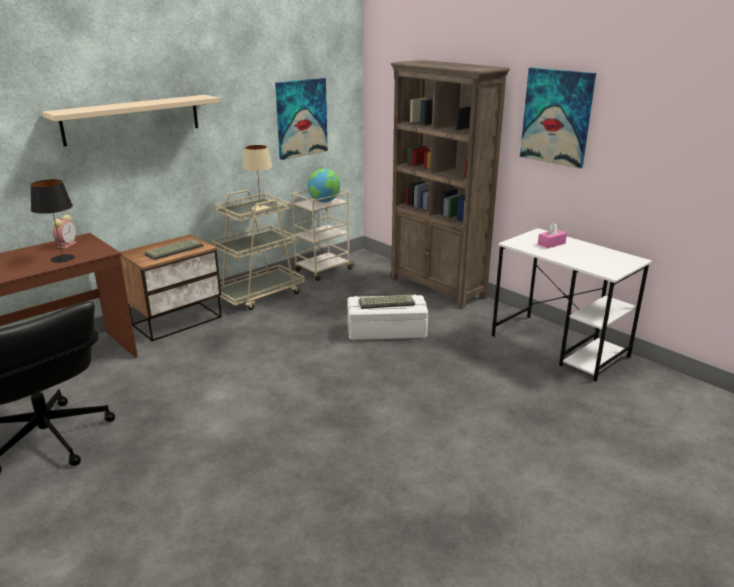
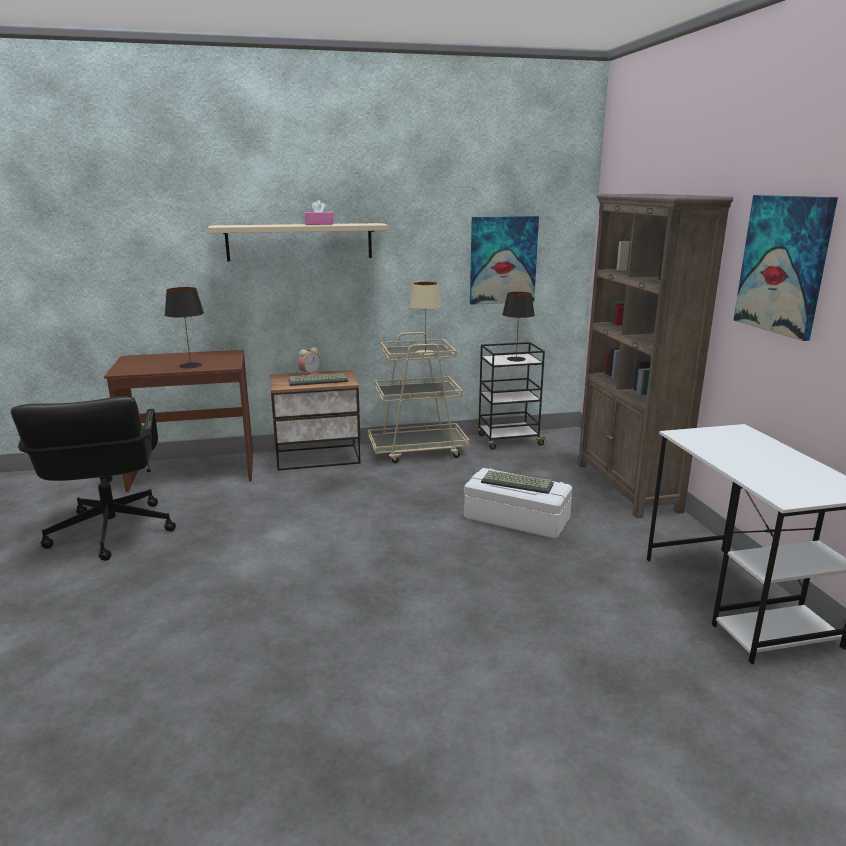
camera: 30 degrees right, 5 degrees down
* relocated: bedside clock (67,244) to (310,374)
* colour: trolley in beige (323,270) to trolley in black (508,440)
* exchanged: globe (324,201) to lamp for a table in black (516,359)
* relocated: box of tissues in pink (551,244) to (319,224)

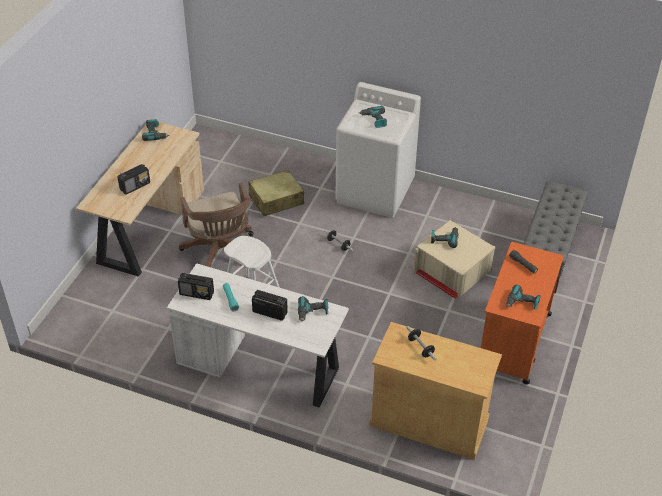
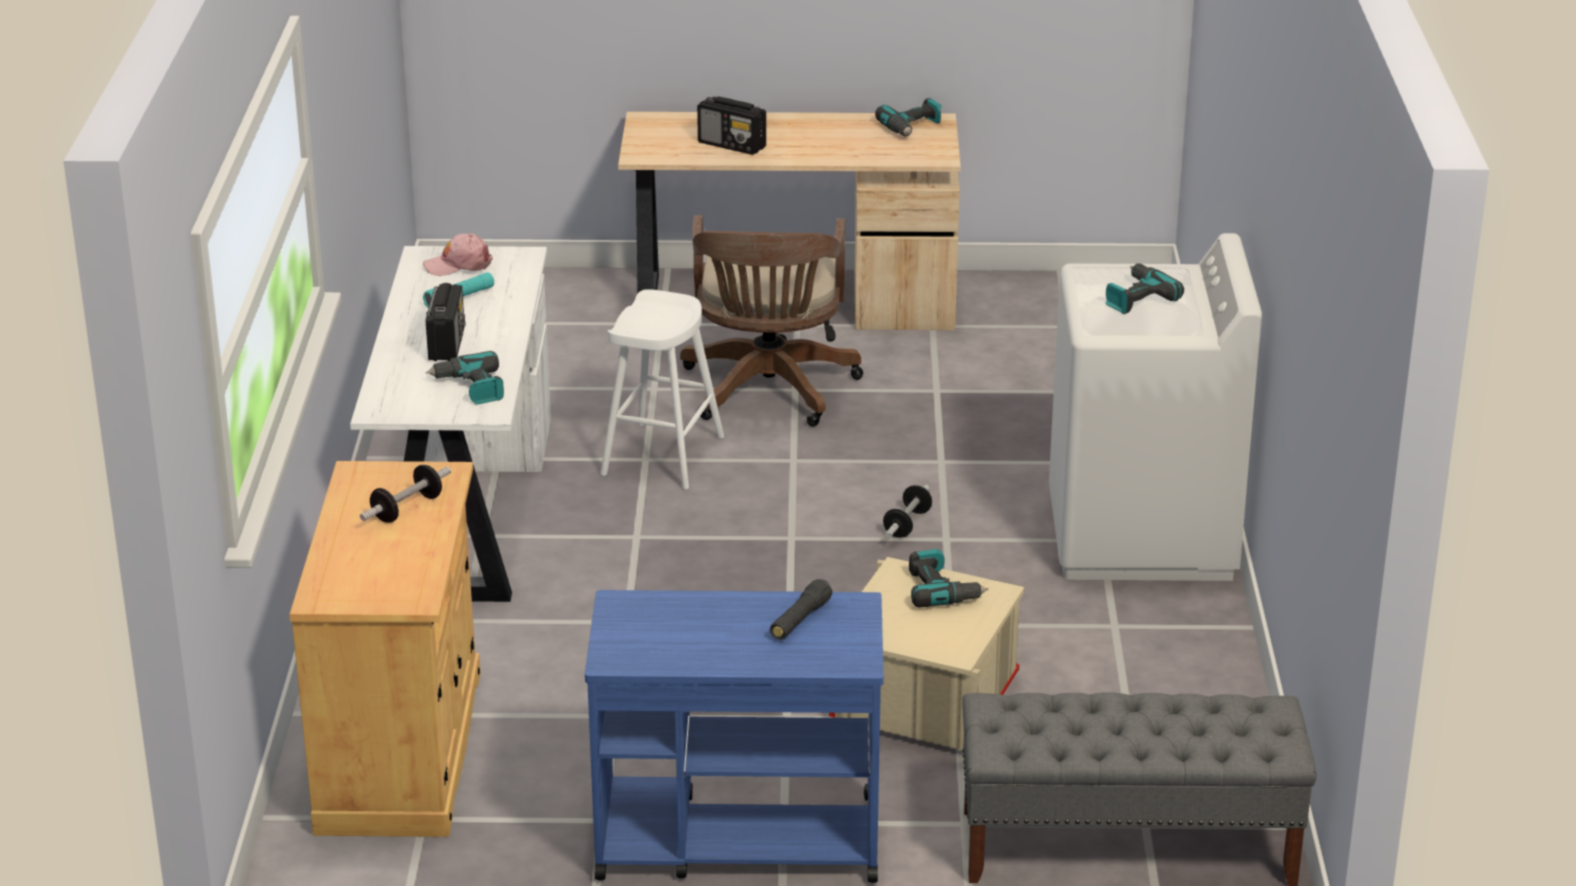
camera: 70 degrees right, 15 degrees down
* exchanged: radio receiver (197,293) to peaked cap in pink (458,265)
* spun: office chair in brownish (220,253) = (768,392) 45 degrees counterclockwise
* missing: travel case in beige (276,200)
* colour: trolley in orange-coloured (513,342) to trolley in bluish (735,837)
* missing: electric drill (522,303)

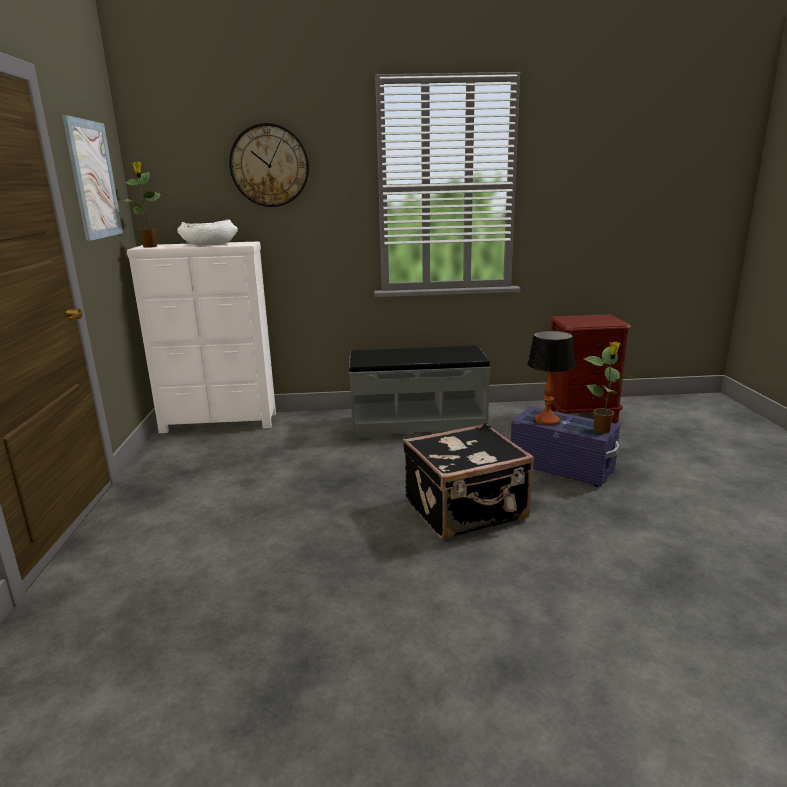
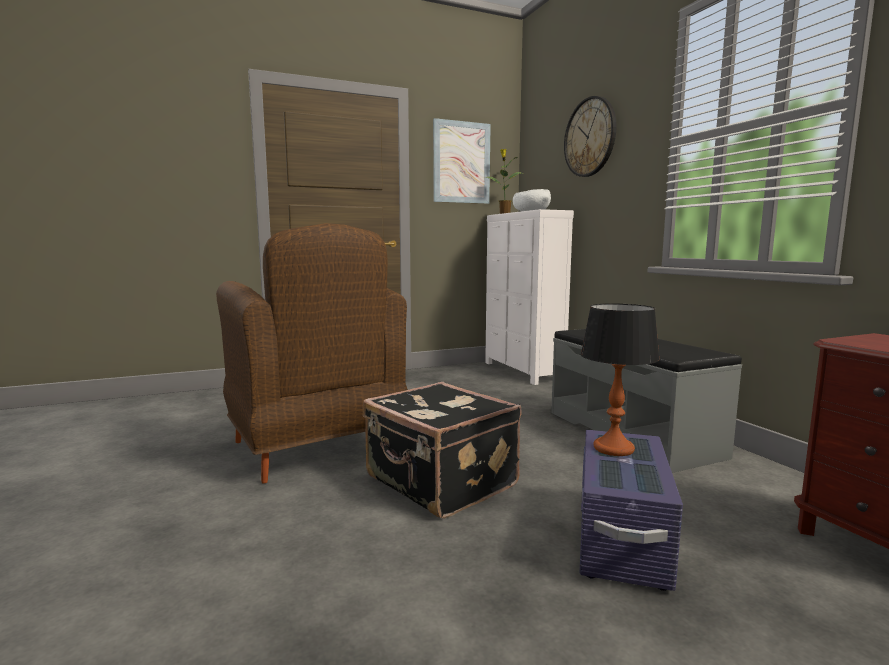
camera: 70 degrees right, 10 degrees down
* missing: plant in a pot (602,431)
* appeared: lounge chair in brownish (316,448)

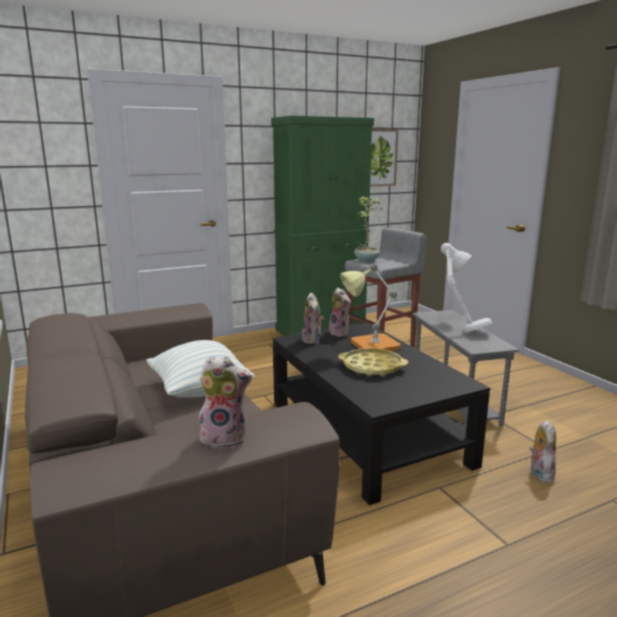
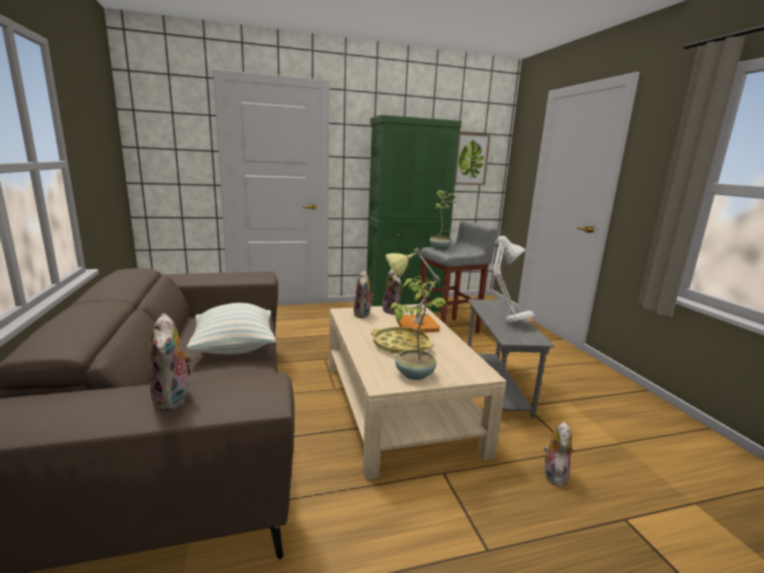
camera: 10 degrees right, 0 degrees up
* spun: plush toy (225,438) = (174,399) 60 degrees clockwise
* colour: lounge table in black (365,432) to lounge table in beige (397,405)
* appeared: plant in a pot (413,374)

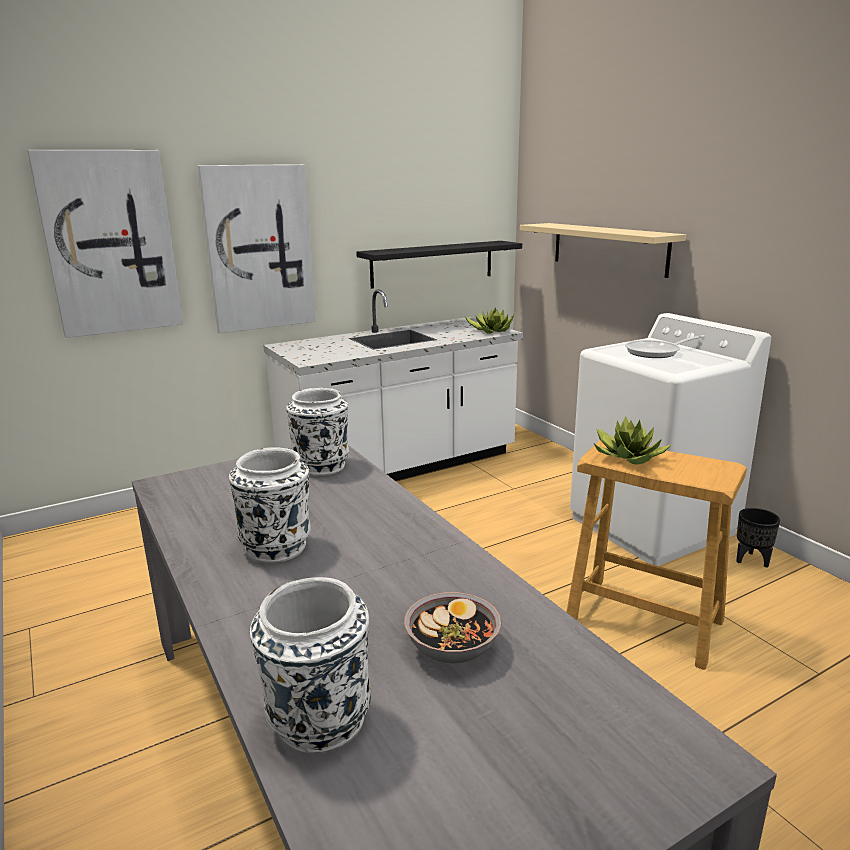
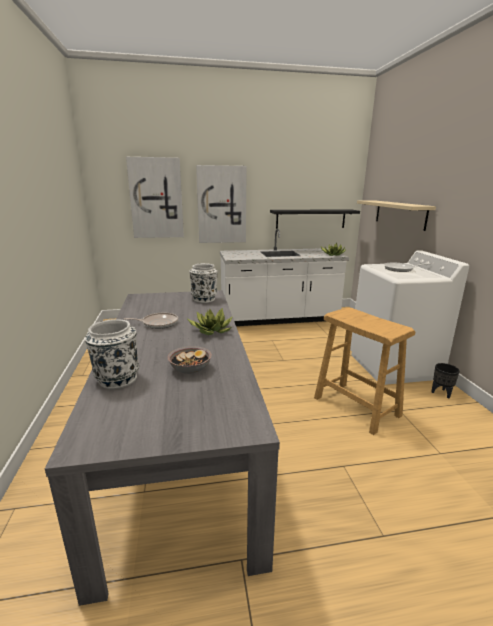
camera: 20 degrees right, 0 degrees up
* exchanged: flower vase in white-coloured (276,546) to skillet (158,323)
* relocated: plant in a pot (628,457) to (211,331)

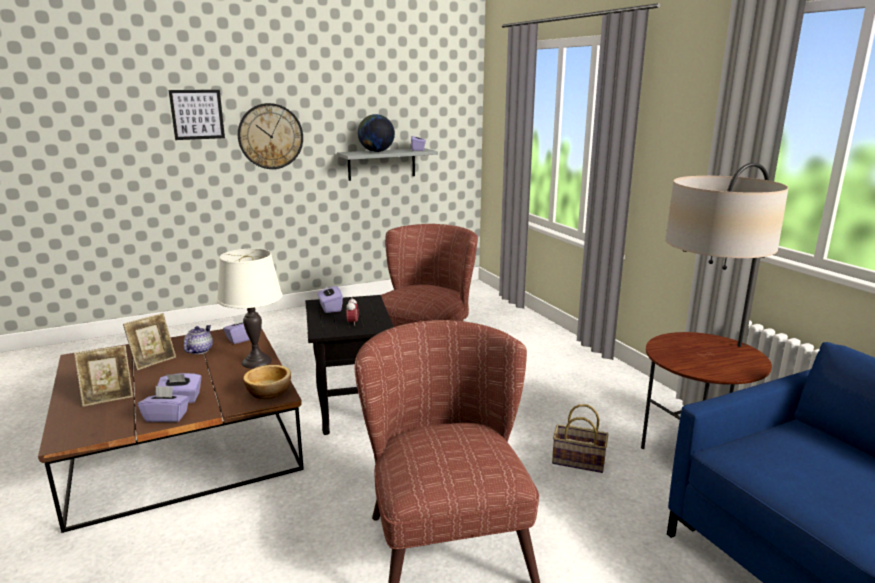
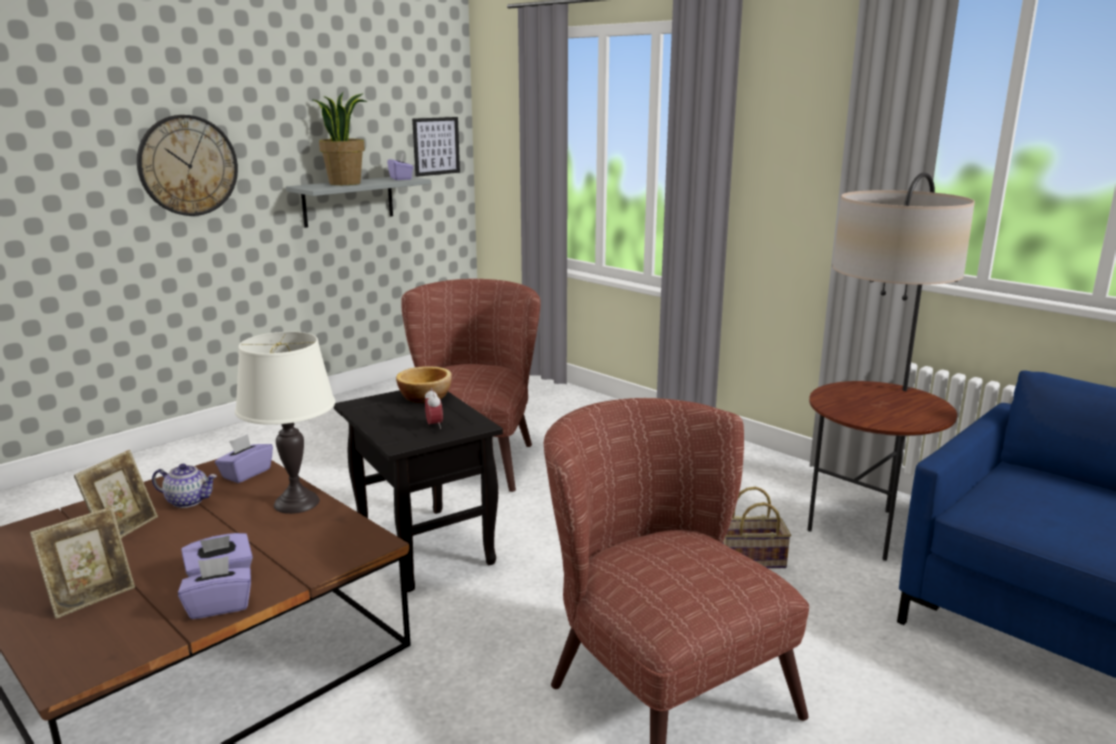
camera: 20 degrees left, 0 degrees up
* relocated: wall art (197,114) to (436,146)
* spun: tea pot (199,350) = (188,501) 105 degrees clockwise
* relocated: bowl (269,392) to (425,396)
* missing: box of tissues in purplish (330,308)
* exchanged: globe (376,151) to plant in a pot (345,183)

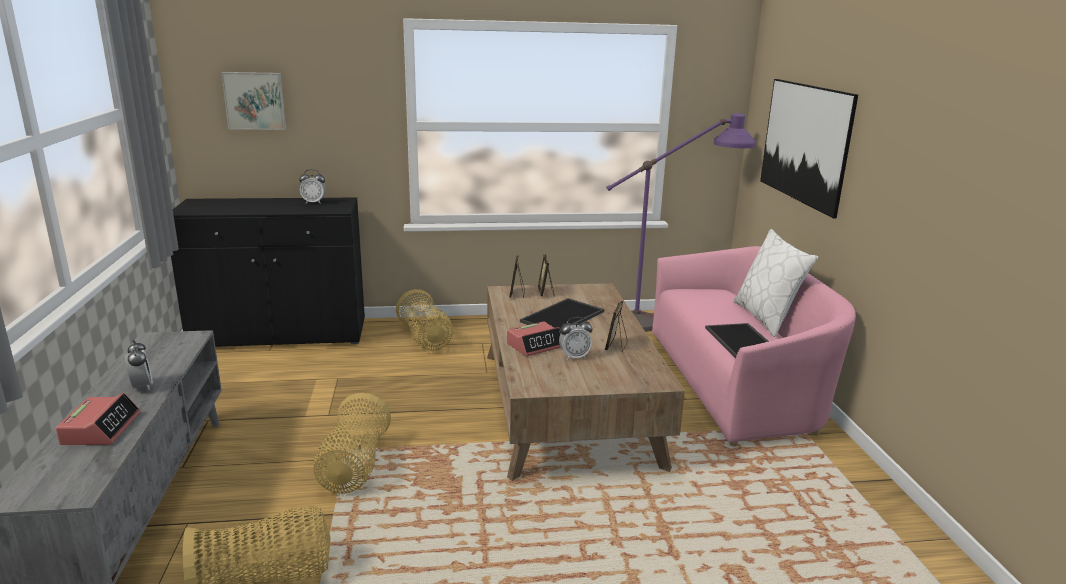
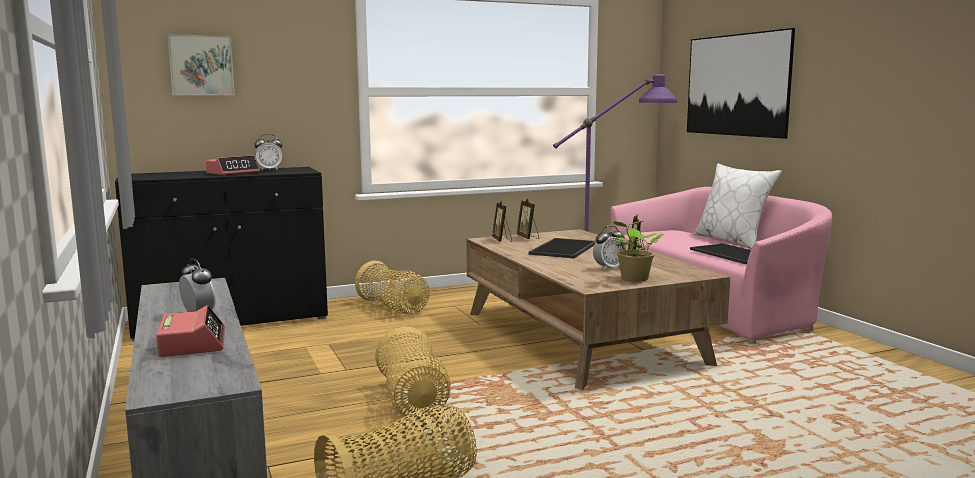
camera: 15 degrees left, 10 degrees down
* relocated: bedside clock (535,345) to (233,173)
* appeared: plant in a pot (633,279)

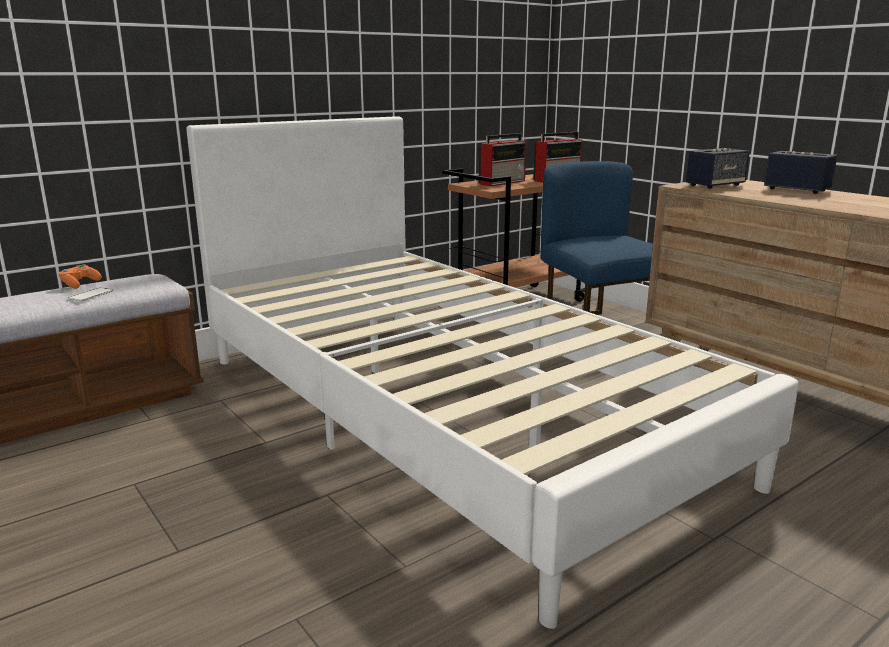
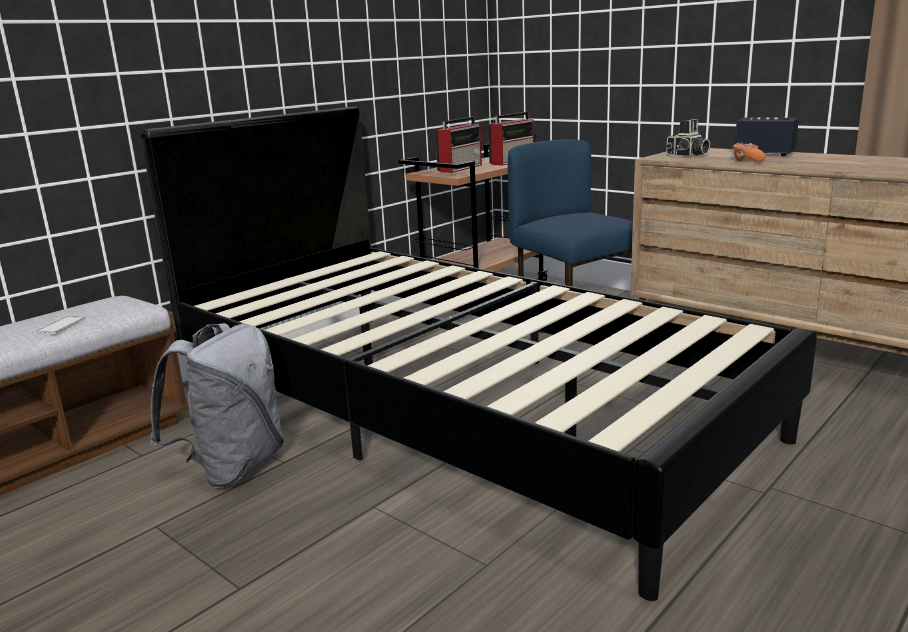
camera: 10 degrees left, 0 degrees up
* relocated: joypad in orange-coloured (80,284) to (747,160)
* colour: bedroom bed in white-coloured (444,413) to bedroom bed in black (457,409)
* exchanged: speaker (715,185) to photo camera (687,155)
* appeared: rucksack in grey (233,467)

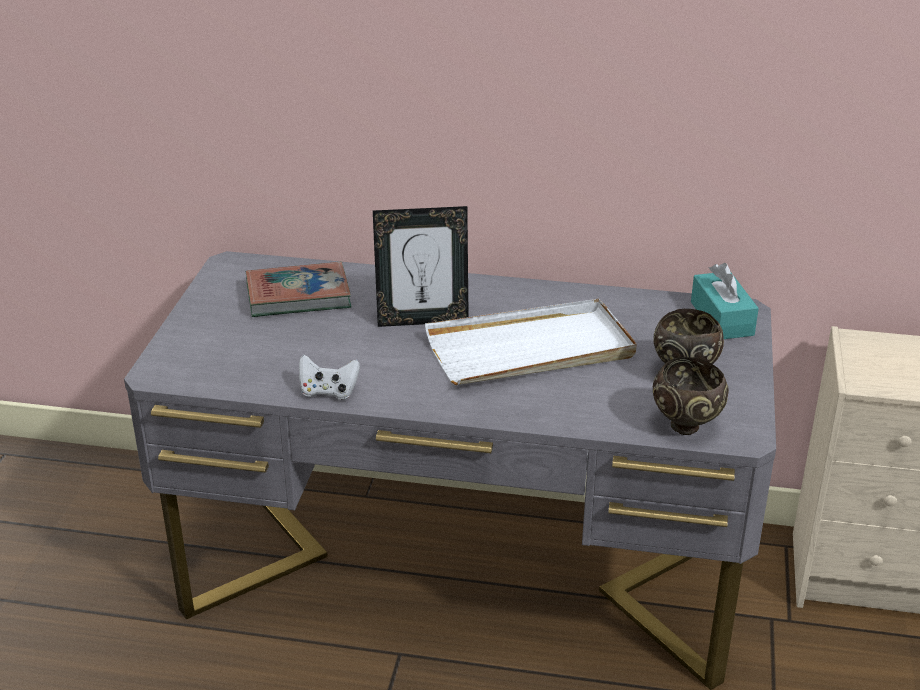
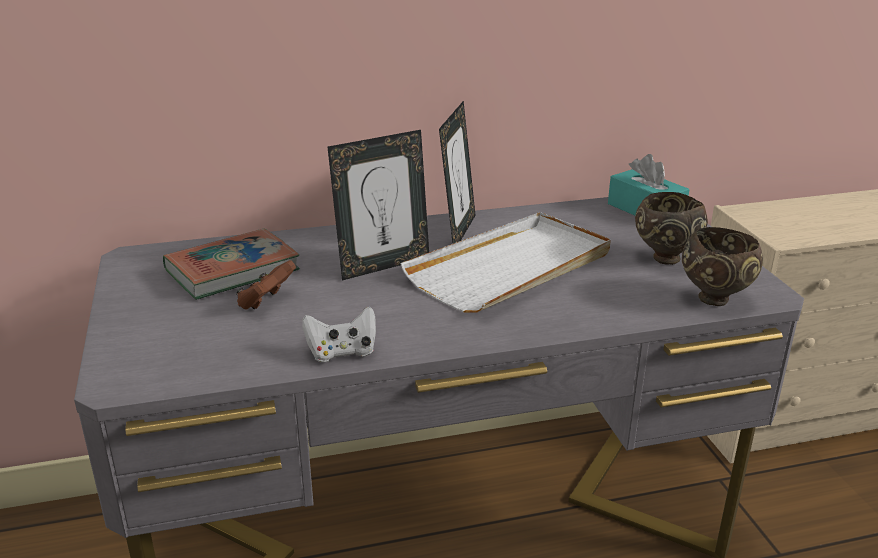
camera: 25 degrees left, 5 degrees down
* appeared: joypad in brownish (266,302)
* appeared: standing frame (457,232)

